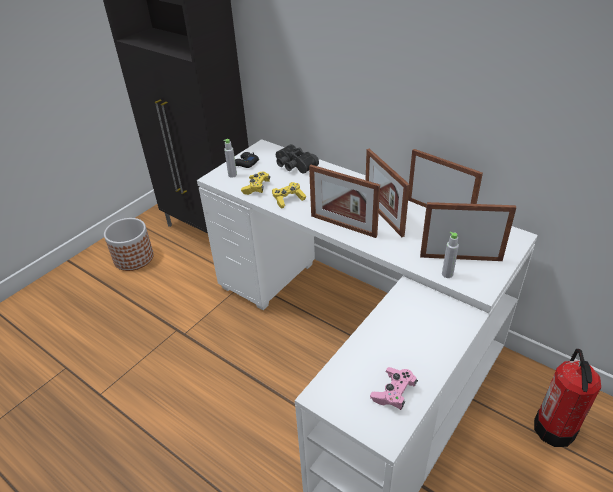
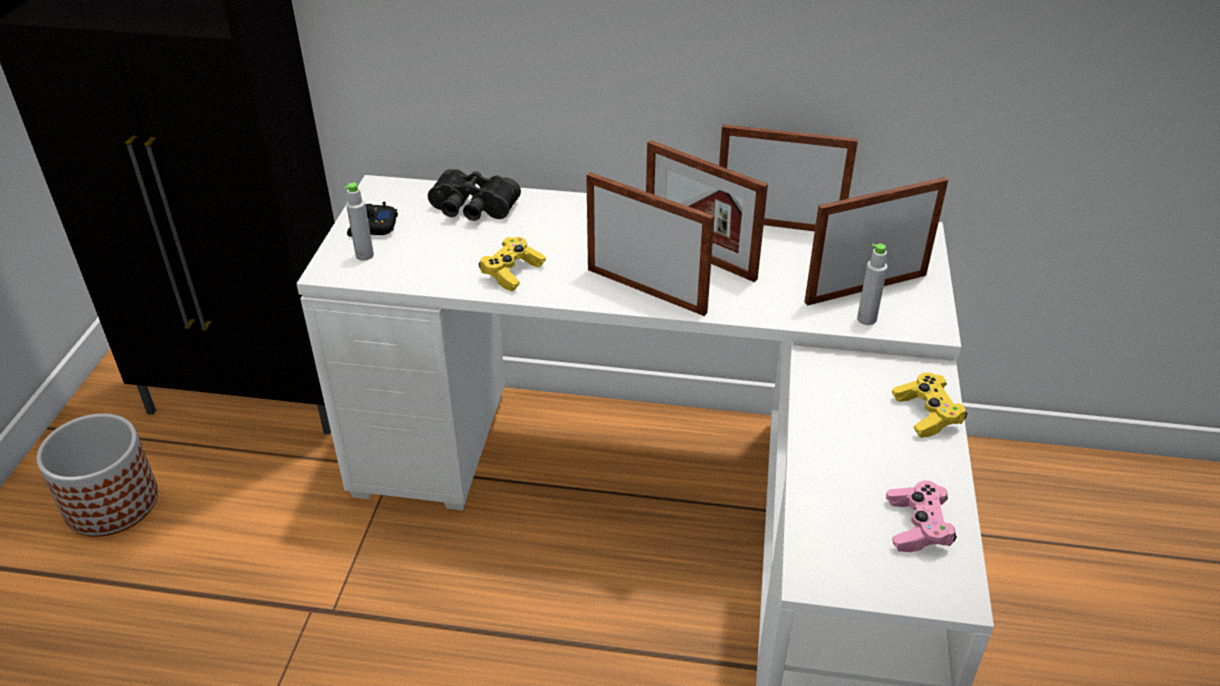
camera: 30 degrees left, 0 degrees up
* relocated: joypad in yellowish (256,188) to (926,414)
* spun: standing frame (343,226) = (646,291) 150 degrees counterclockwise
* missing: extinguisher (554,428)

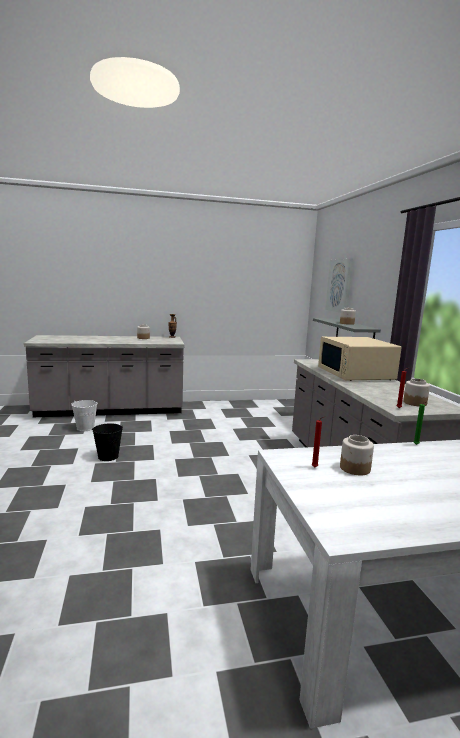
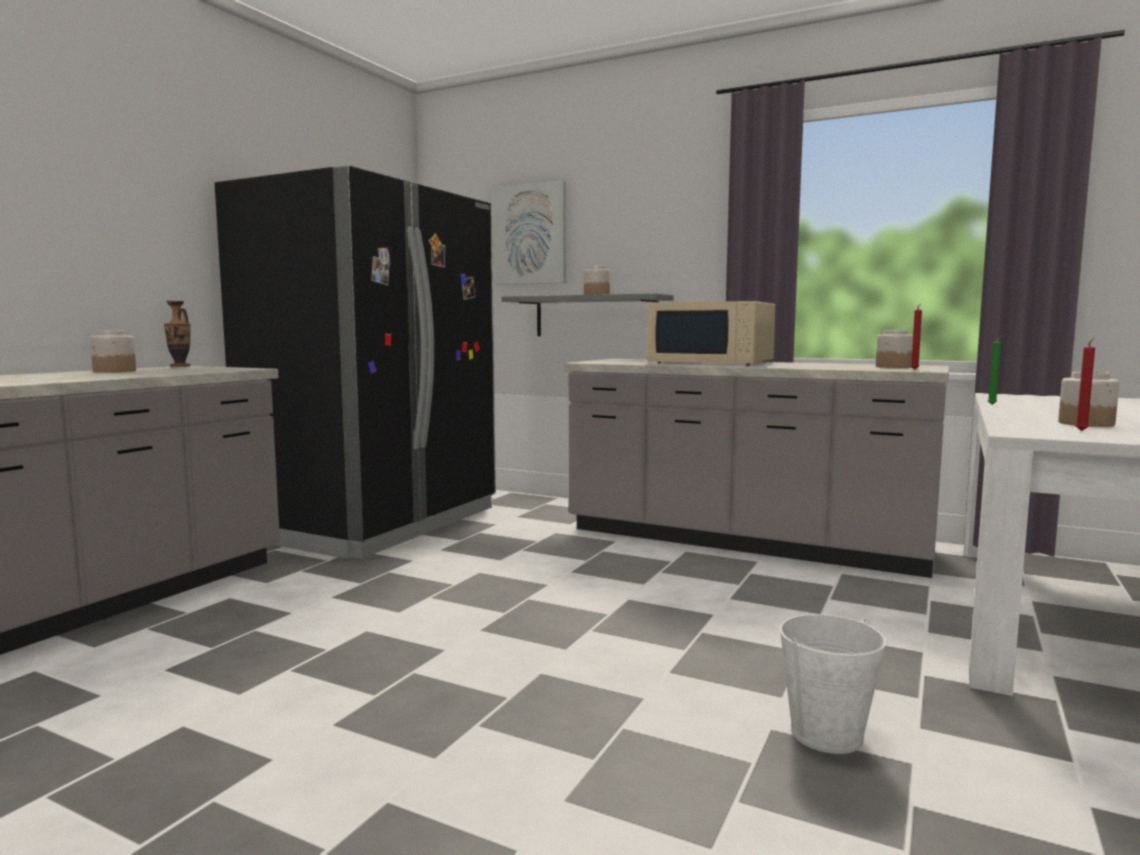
camera: 50 degrees left, 5 degrees down
* relocated: bucket in white-coloured (85,428) to (826,734)
* missing: bucket in black (108,456)
* appeared: refrigerator in black (377,523)

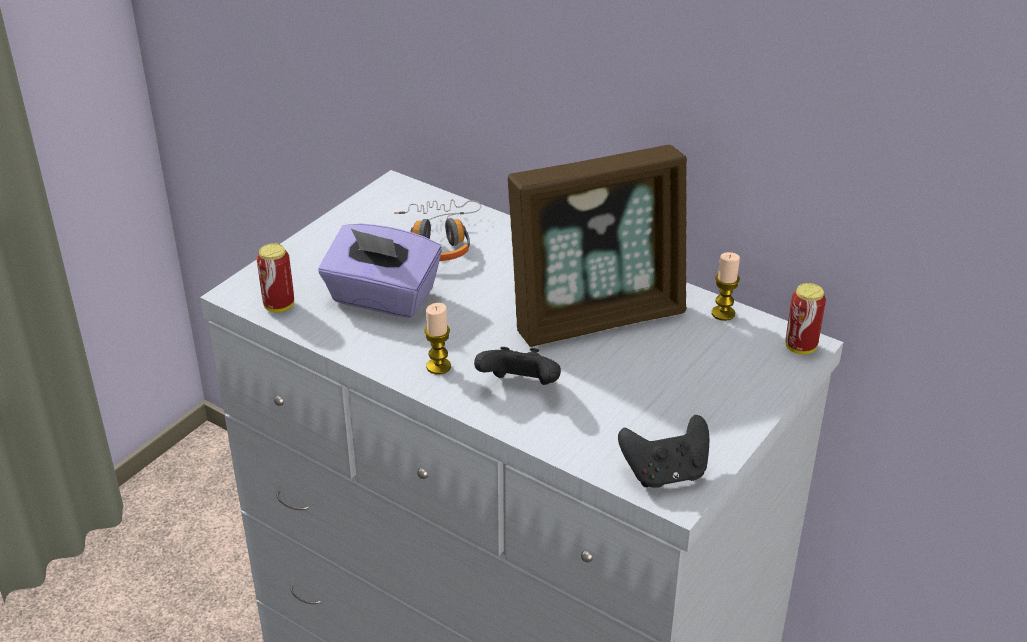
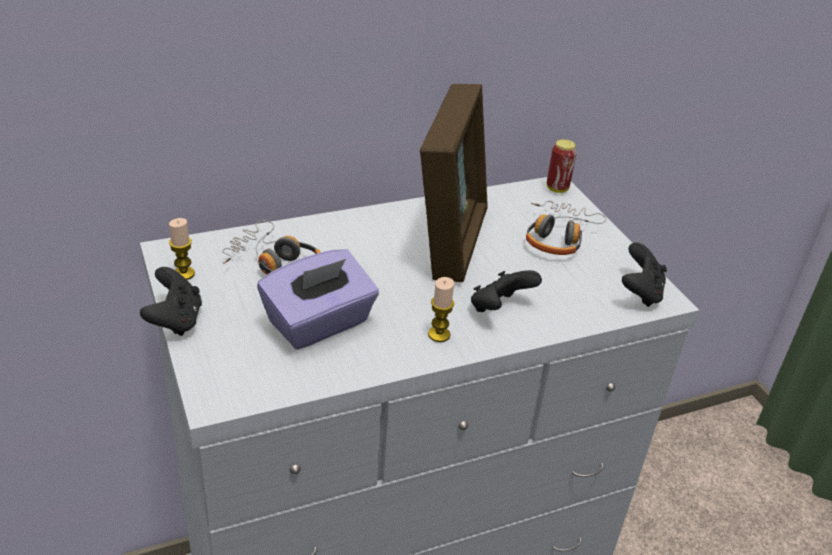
camera: 60 degrees left, 0 degrees up
* missing: sealed can (279,306)
* relocated: wax light (723,313) to (184,274)
* appeared: joypad in black (175,321)
* appeared: headset (558,236)

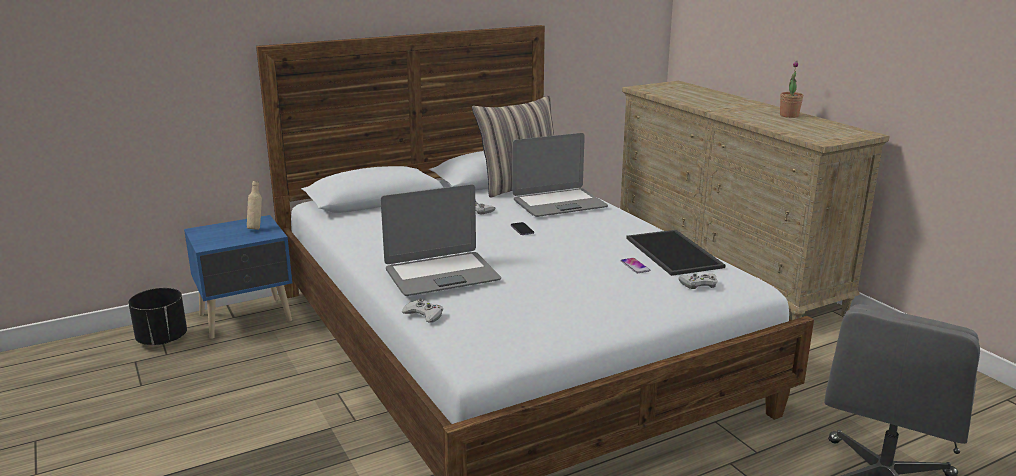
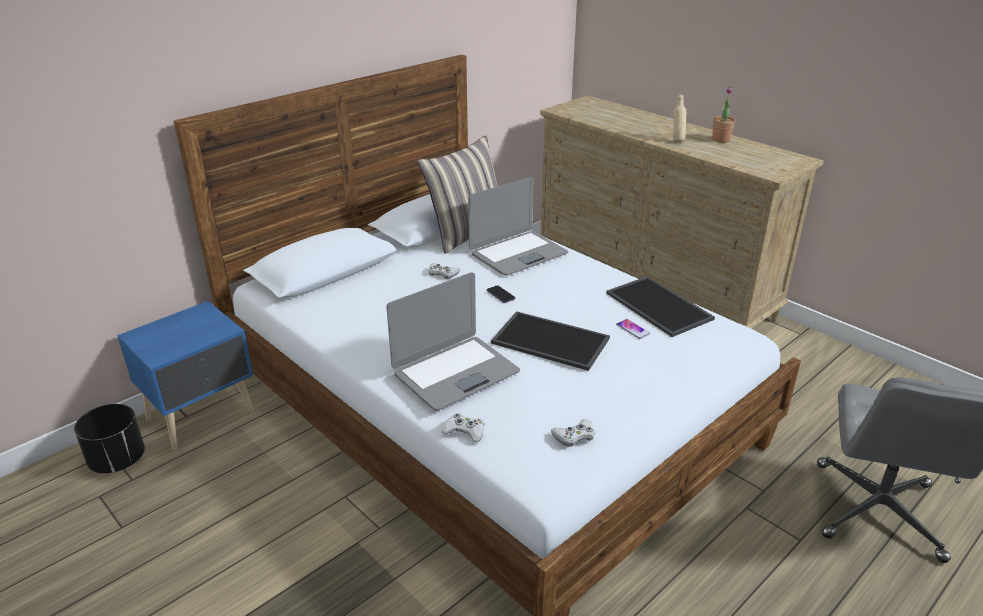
camera: 15 degrees left, 10 degrees up
* relocated: drink bottle in beige (256,228) to (677,140)
* relocated: joypad in white-coloured (699,284) to (574,436)
* appeared: tray (548,341)

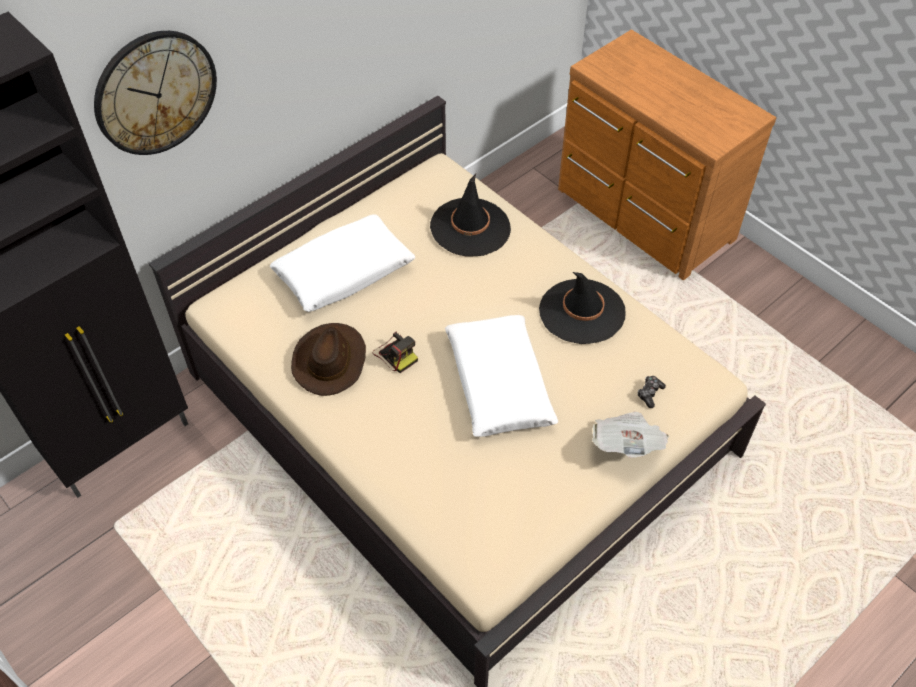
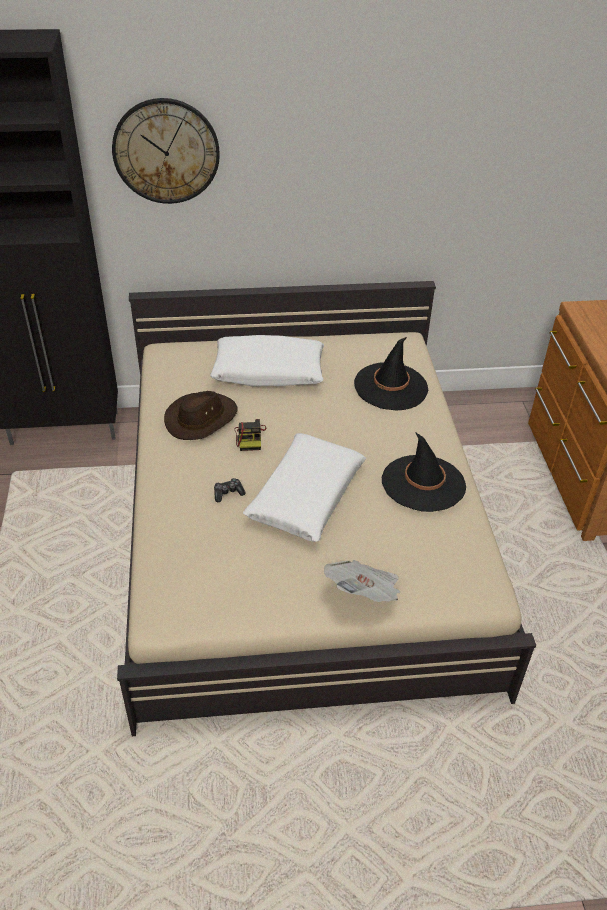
camera: 35 degrees right, 10 degrees down
* relocated: joypad (649,393) to (228,493)

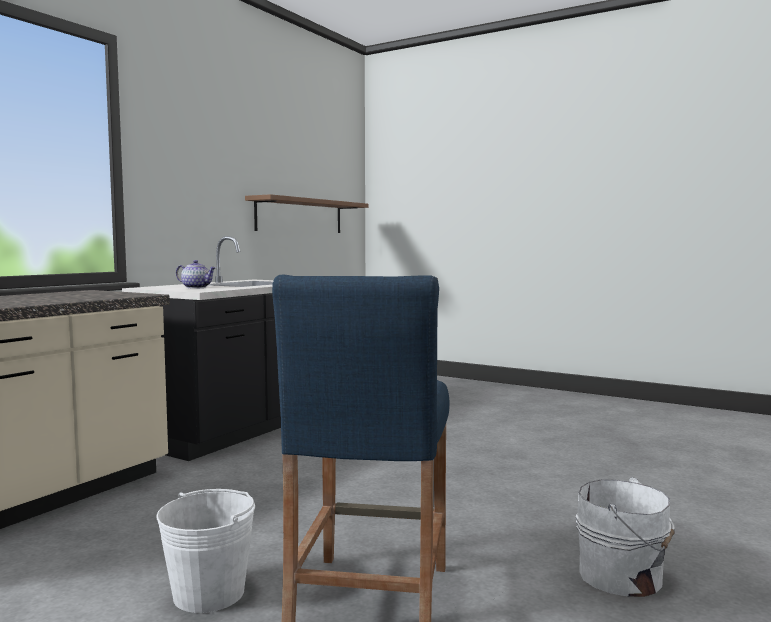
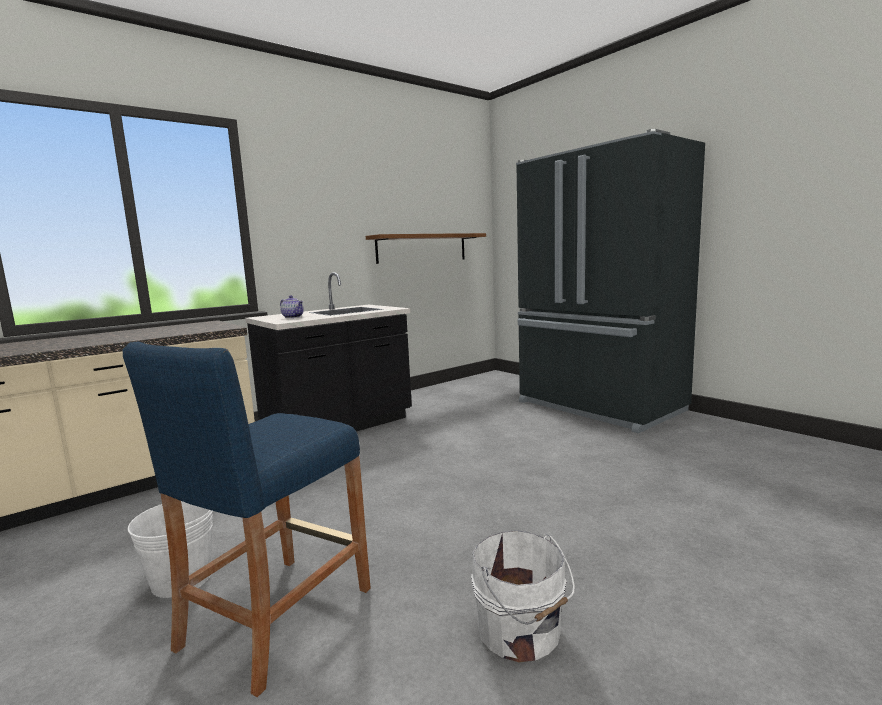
camera: 20 degrees right, 5 degrees up
* appeared: refrigerator in black (598,407)

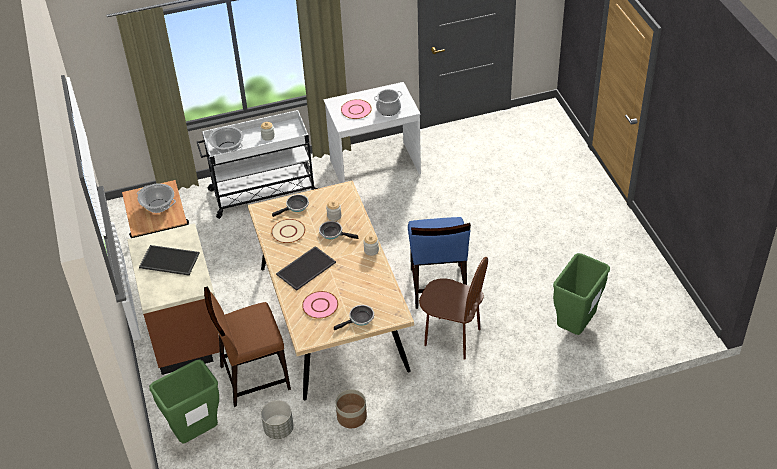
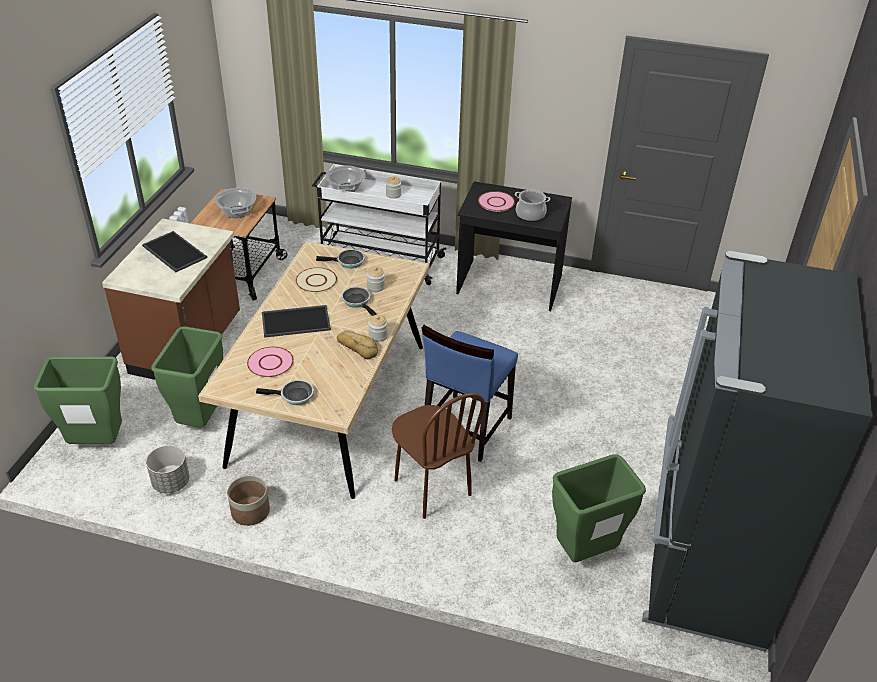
camera: 30 degrees right, 5 degrees down
* exchanged: chair in brownish (254,377) to rubbish bin in greenish (201,420)
* colour: desk unit in white-coloured (375,167) to desk unit in black (509,285)
* appeared: bread (358,347)
* appeared: refrigerator in black (704,563)

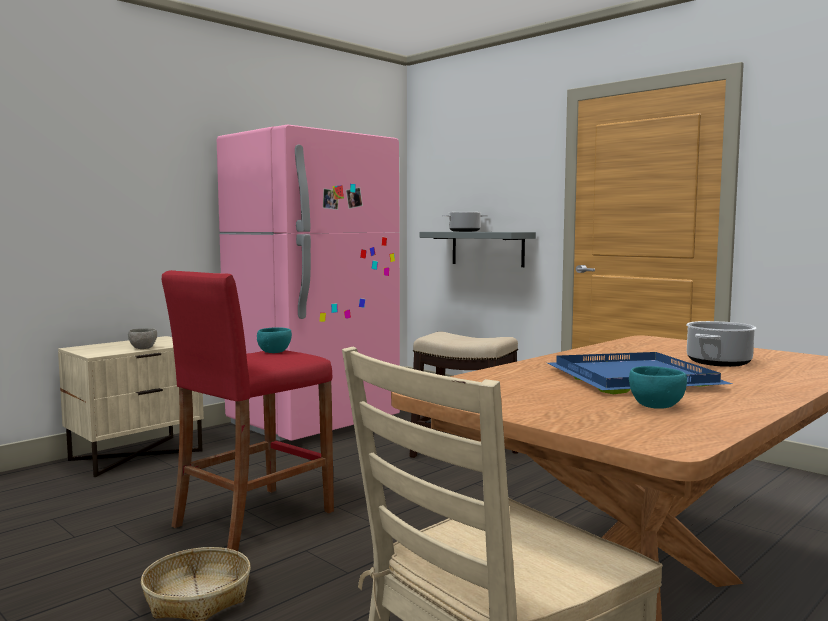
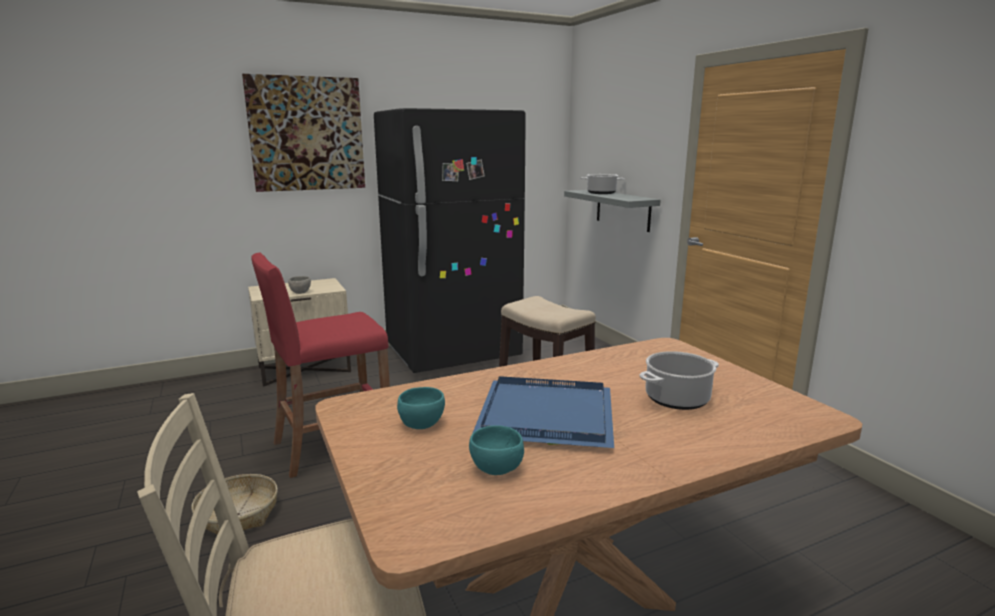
camera: 20 degrees right, 10 degrees up
* colour: refrigerator in pink (314,422) to refrigerator in black (453,353)
* relocated: bowl in blue-green (273,351) to (421,423)
* appeared: wall art (307,134)

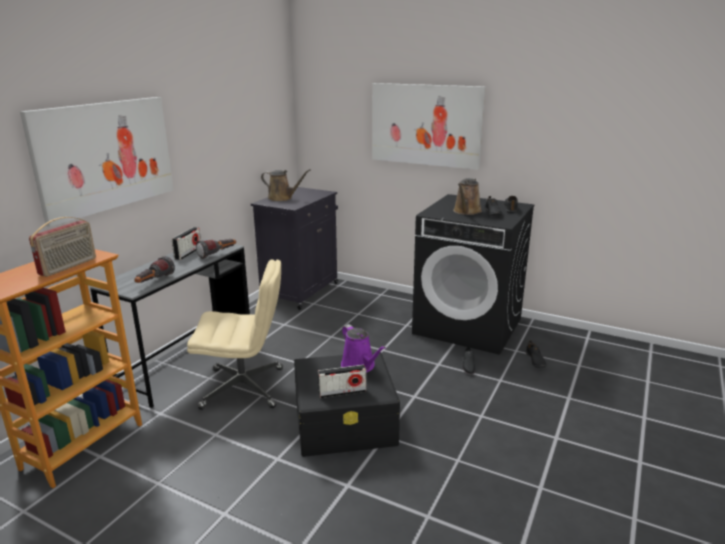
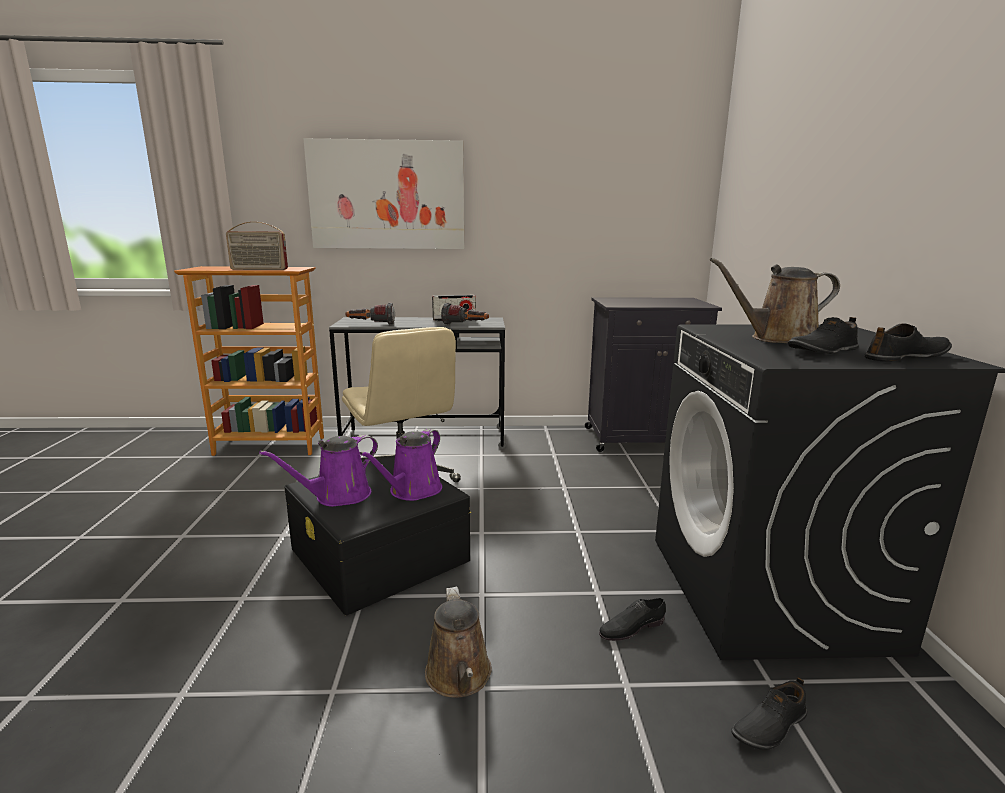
camera: 60 degrees right, 5 degrees down
* relocated: watering pot in brownish (282,198) to (459,677)
* exchanged: radio receiver (342,392) to watering pot in purplish (338,496)
* missing: wall art (425,125)

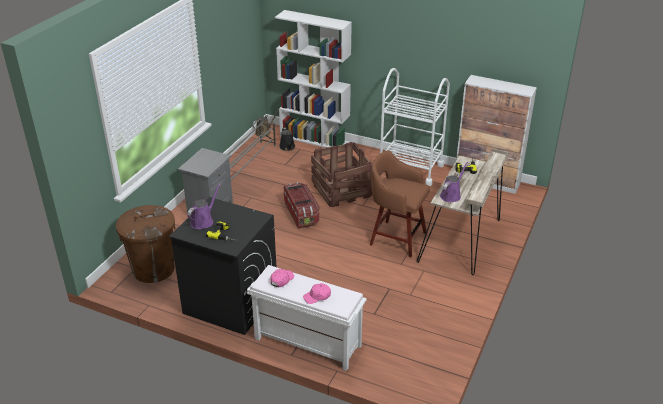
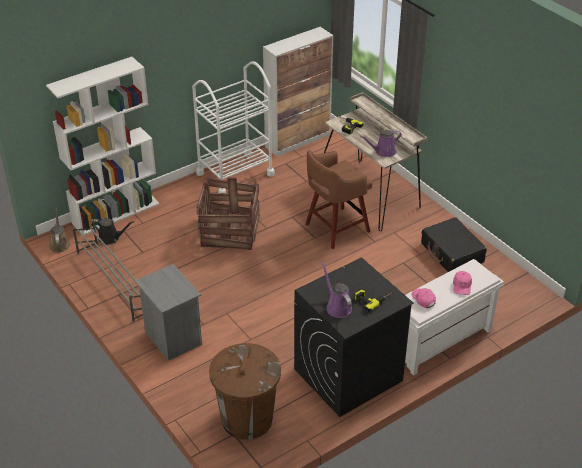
camera: 60 degrees left, 5 degrees up
* missing: storage bin (301,213)
* spun: watering pot in purplish (451,195) = (383,152) 90 degrees counterclockwise
* appeared: travel case in black (452,253)

